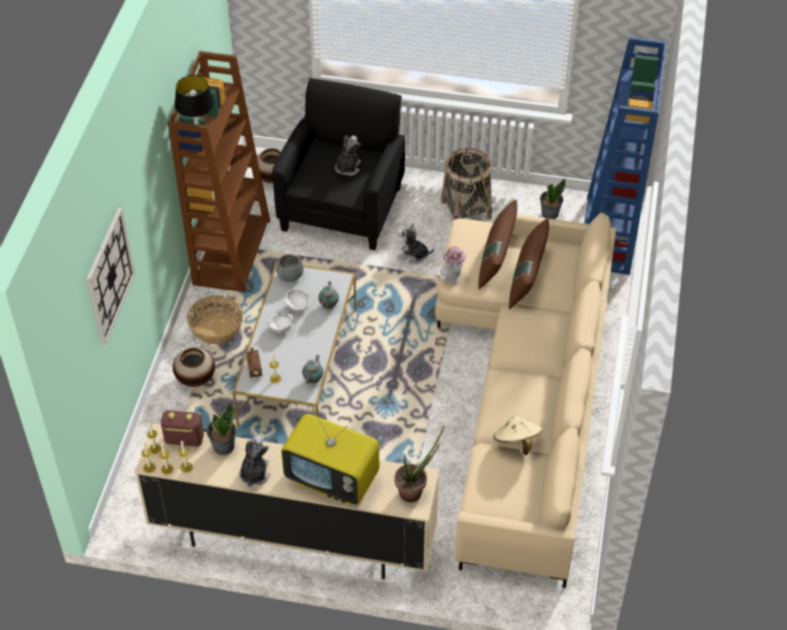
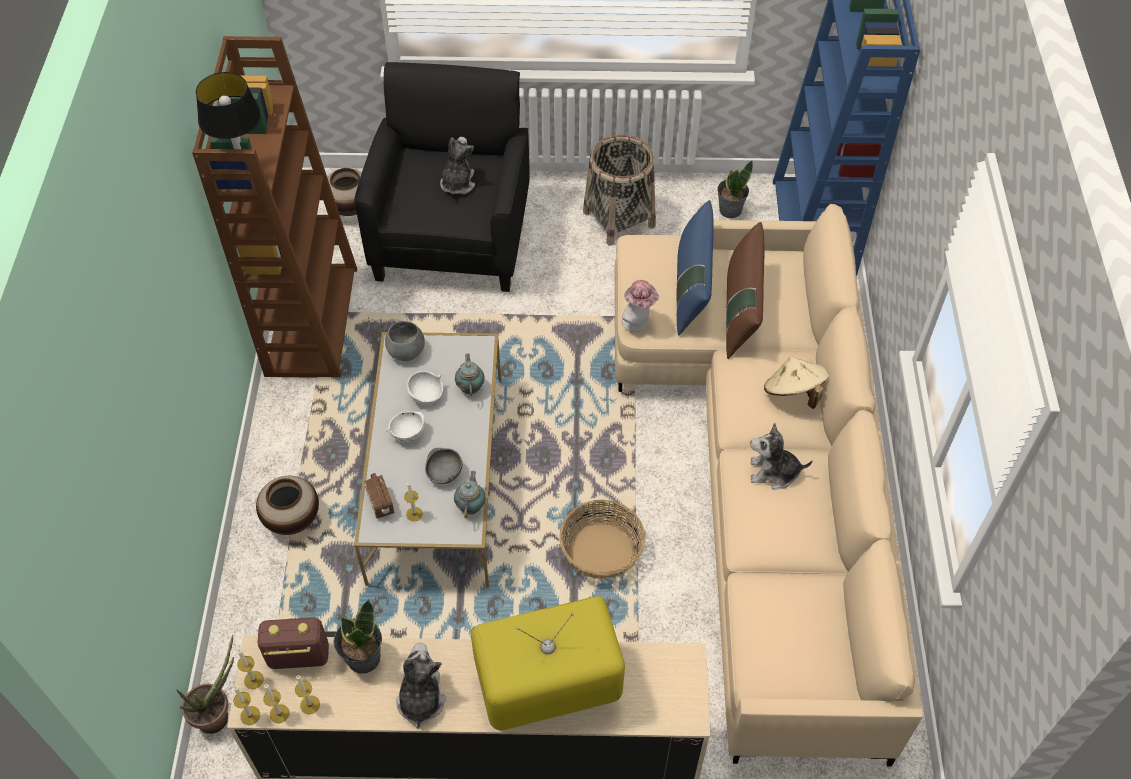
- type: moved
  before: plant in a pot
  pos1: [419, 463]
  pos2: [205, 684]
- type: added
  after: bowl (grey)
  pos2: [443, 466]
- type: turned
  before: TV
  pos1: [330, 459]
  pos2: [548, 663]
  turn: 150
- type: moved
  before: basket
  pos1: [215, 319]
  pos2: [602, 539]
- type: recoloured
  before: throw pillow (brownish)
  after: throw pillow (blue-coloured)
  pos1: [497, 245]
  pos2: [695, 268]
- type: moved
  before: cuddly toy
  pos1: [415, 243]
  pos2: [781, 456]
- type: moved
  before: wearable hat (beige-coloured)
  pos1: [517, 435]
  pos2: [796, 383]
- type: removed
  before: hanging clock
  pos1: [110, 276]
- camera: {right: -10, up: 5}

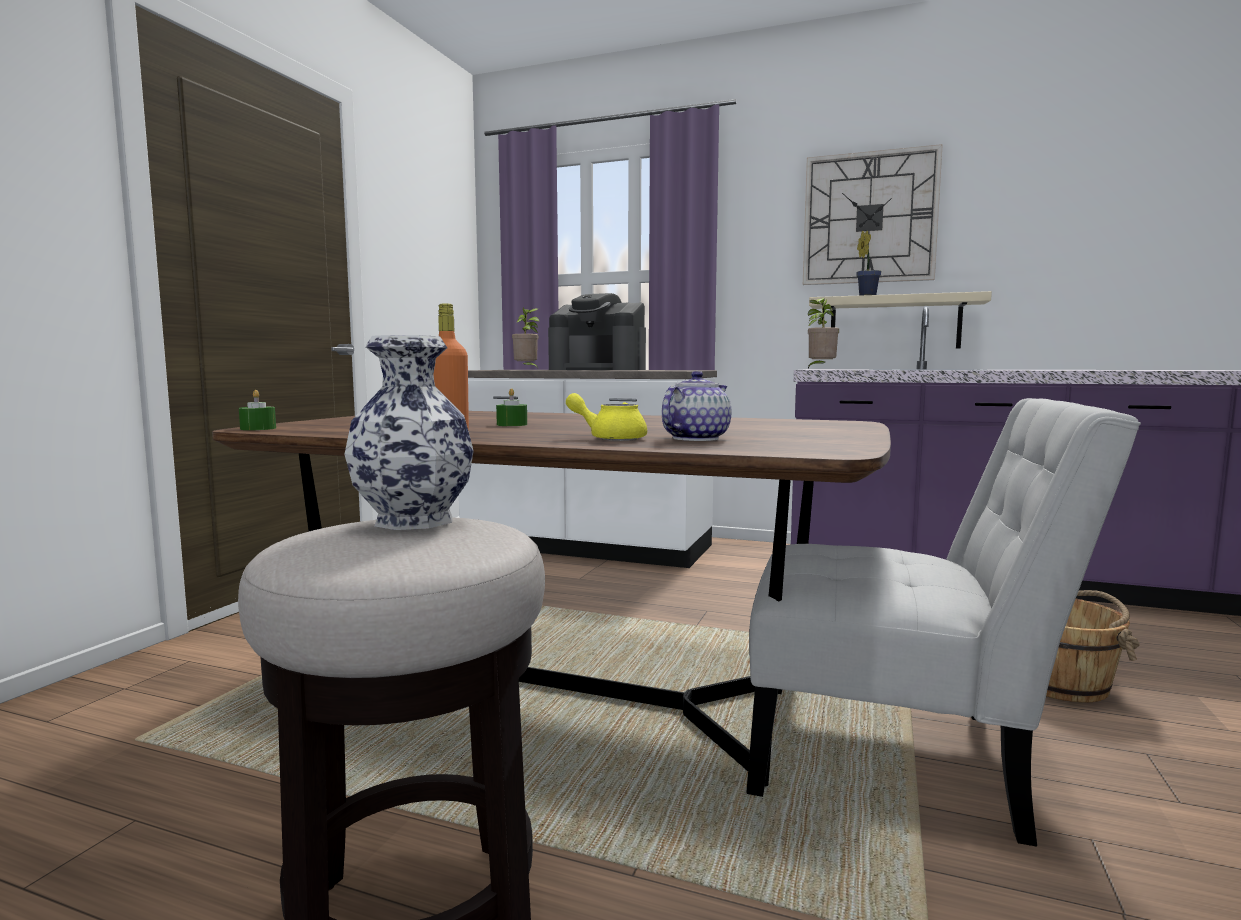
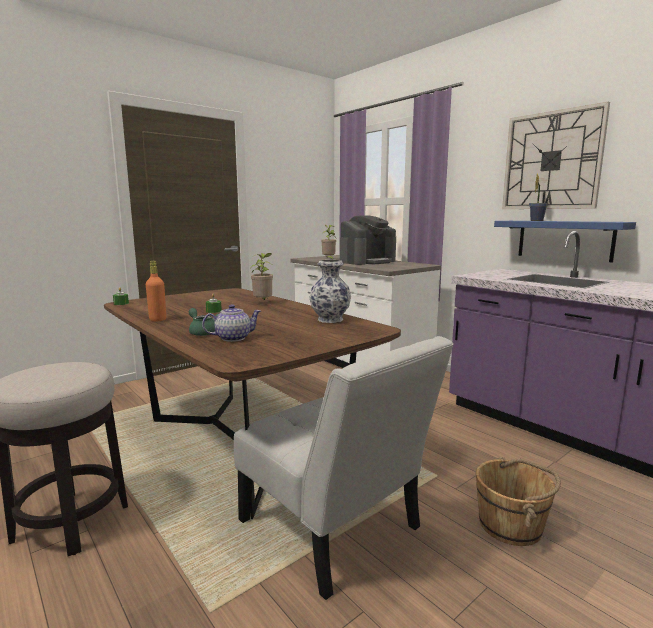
- type: recoloured
  before: tea pot (yellow-coloured)
  after: tea pot (green)
  pos1: [606, 417]
  pos2: [204, 322]
- type: moved
  before: plant in a pot
  pos1: [823, 333]
  pos2: [262, 276]
- type: moved
  before: vase
  pos1: [409, 432]
  pos2: [330, 291]
- type: turned
  before: coffee brewer
  pos1: [597, 331]
  pos2: [368, 240]
  turn: -90
- type: recoloured
  before: bracket shelf (beige-coloured)
  after: bracket shelf (blue-coloured)
  pos1: [900, 320]
  pos2: [565, 241]
- camera: {right: 30, up: 5}

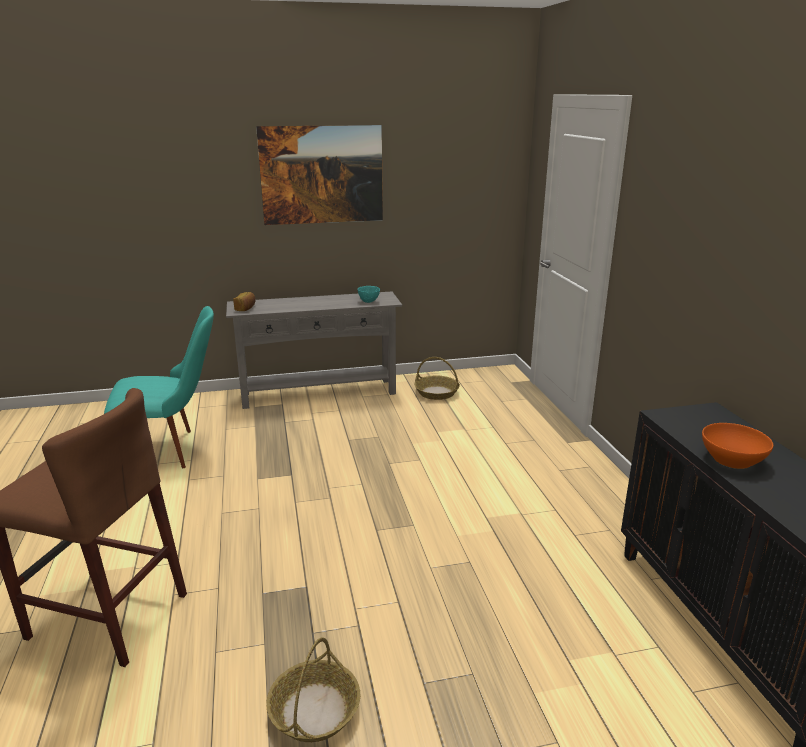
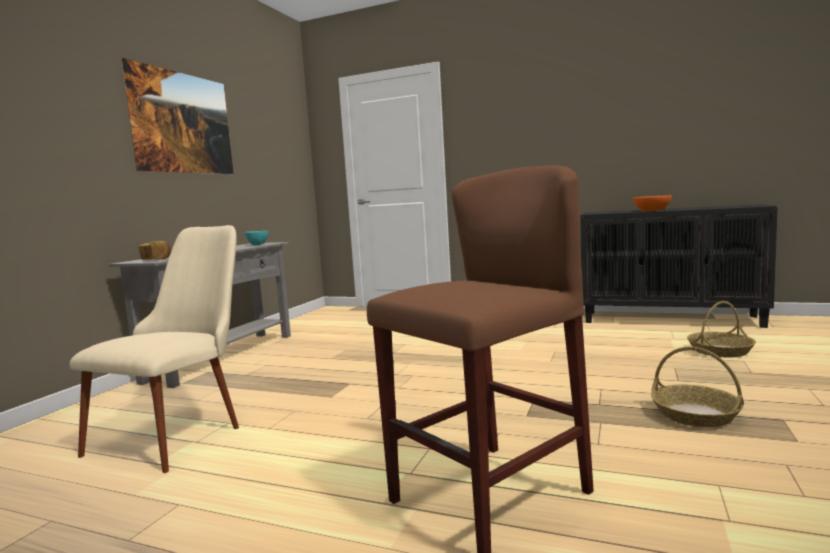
- type: recoloured
  before: upright chair (turquoise)
  after: upright chair (beige-coloured)
  pos1: [159, 387]
  pos2: [154, 349]
- type: moved
  before: basket
  pos1: [437, 378]
  pos2: [721, 329]
- camera: {right: -55, up: -15}

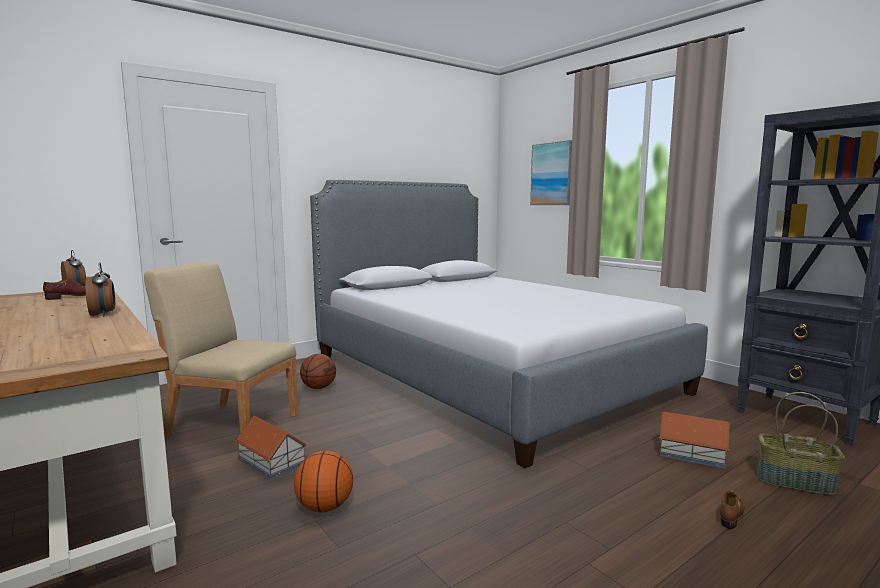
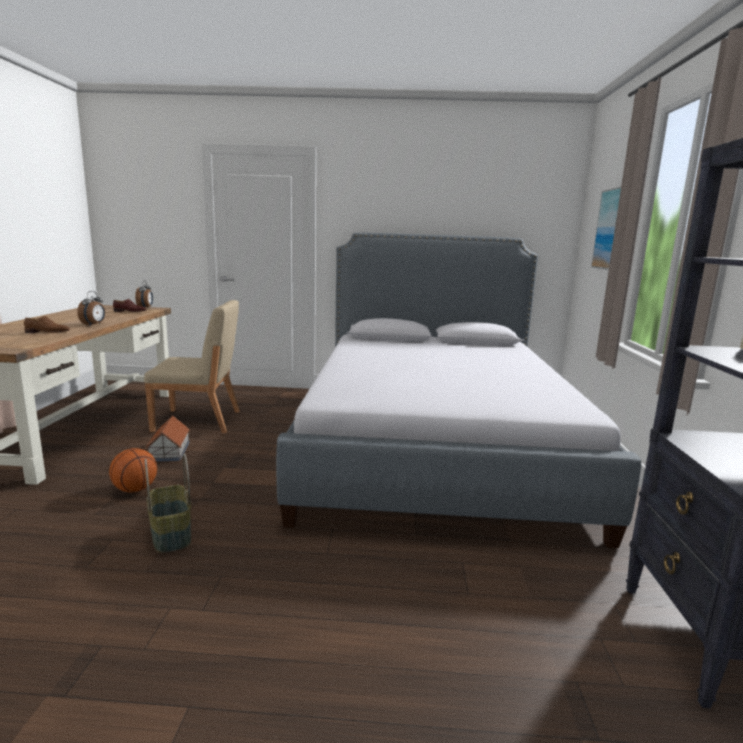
- type: moved
  before: item of footwear (brownish)
  pos1: [732, 510]
  pos2: [47, 324]
- type: turned
  before: upright chair (beige-coloured)
  pos1: [221, 349]
  pos2: [192, 366]
  turn: 120
- type: moved
  before: basket
  pos1: [800, 443]
  pos2: [168, 503]
- type: removed
  before: ball for basketball
  pos1: [318, 371]
- type: removed
  before: toy house
  pos1: [694, 440]
- camera: {right: 40, up: 5}

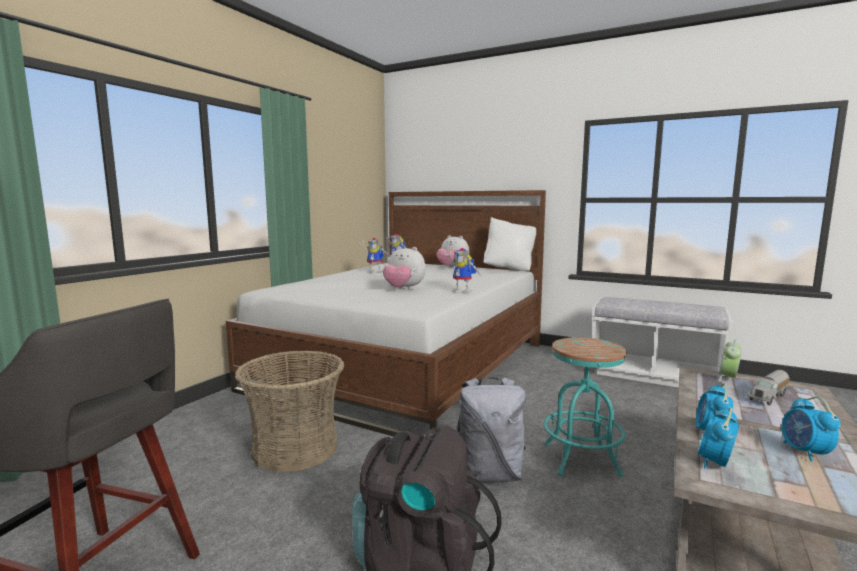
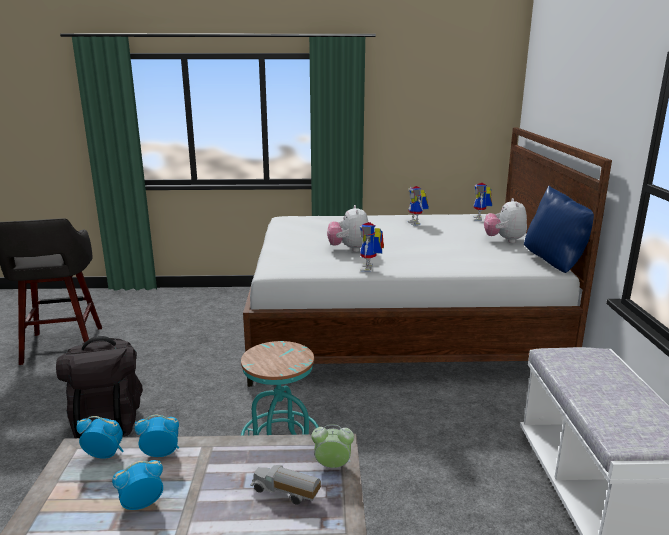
- type: recoloured
  before: throw pillow (white-coloured)
  after: throw pillow (blue-coloured)
  pos1: [510, 244]
  pos2: [564, 229]
- type: removed
  before: basket
  pos1: [289, 411]
- type: removed
  before: knapsack (grey)
  pos1: [491, 429]
- camera: {right: 60, up: 10}

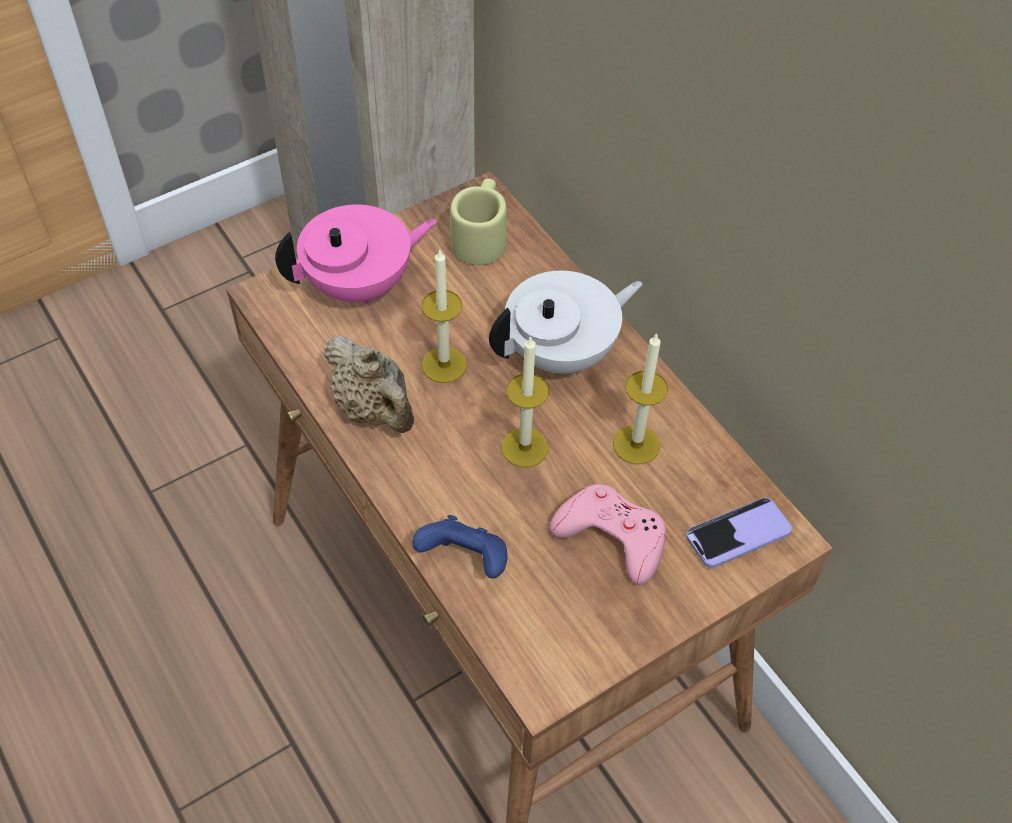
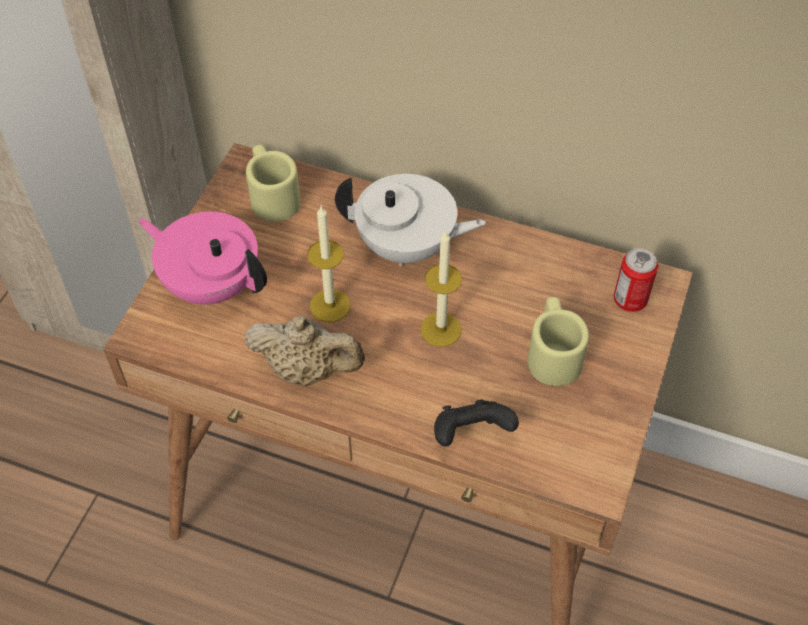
- type: turned
  before: tea pot (pinkish)
  pos1: [356, 255]
  pos2: [203, 258]
  turn: -90
- type: turned
  before: tea pot (white-coloured)
  pos1: [566, 323]
  pos2: [410, 220]
  turn: 75
- type: recoloured
  before: joypad (blue-coloured)
  after: joypad (black)
  pos1: [460, 546]
  pos2: [476, 423]
- type: replaced
  before: joypad (pinkish)
  after: mug (beige-coloured)
  pos1: [608, 534]
  pos2: [558, 341]
- type: replaced
  before: telephone
  after: sealed can
  pos1: [739, 533]
  pos2: [636, 280]
- type: removed
  before: wax candle
  pos1: [640, 398]
- camera: {right: -35, up: 0}

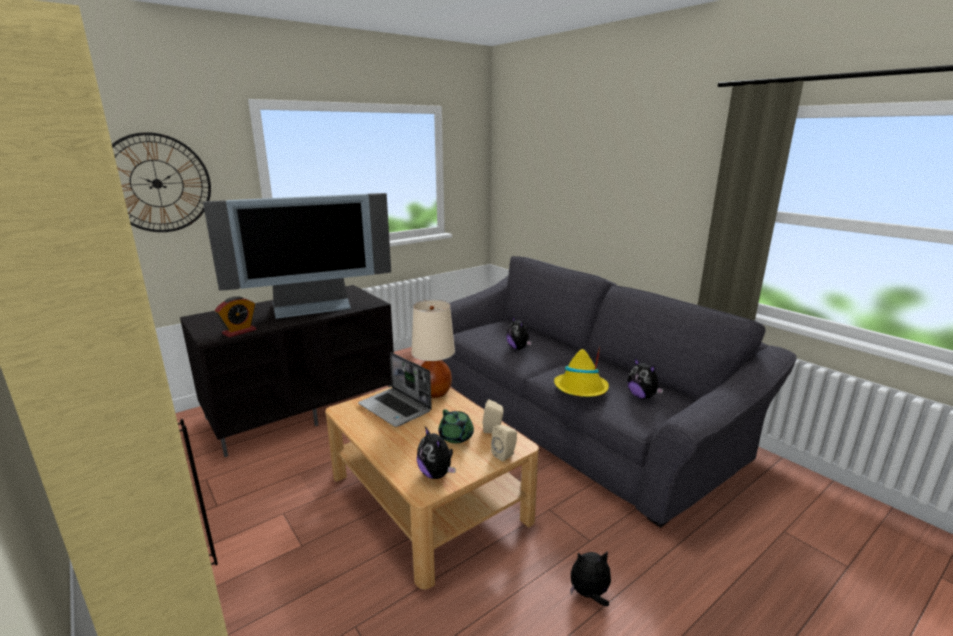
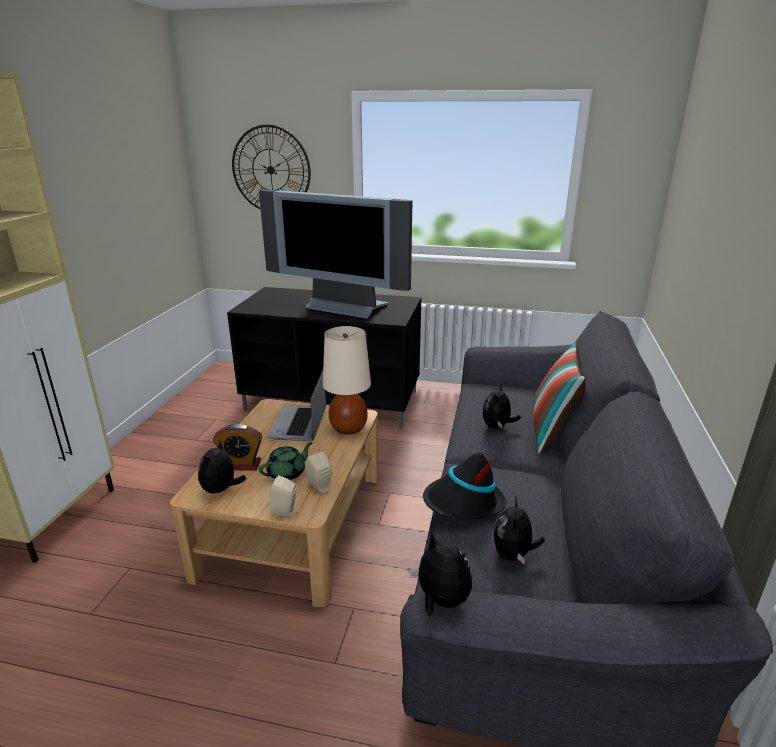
- type: moved
  before: table clock
  pos1: [235, 317]
  pos2: [238, 447]
- type: turned
  before: tea pot (green)
  pos1: [456, 426]
  pos2: [285, 461]
  turn: -150
- type: moved
  before: cuddly toy
  pos1: [590, 578]
  pos2: [440, 574]
- type: recoloured
  before: wearable hat (yellow-coloured)
  after: wearable hat (black)
  pos1: [581, 371]
  pos2: [464, 486]
- type: added
  after: throw pillow
  pos2: [559, 397]
- camera: {right: 50, up: 5}

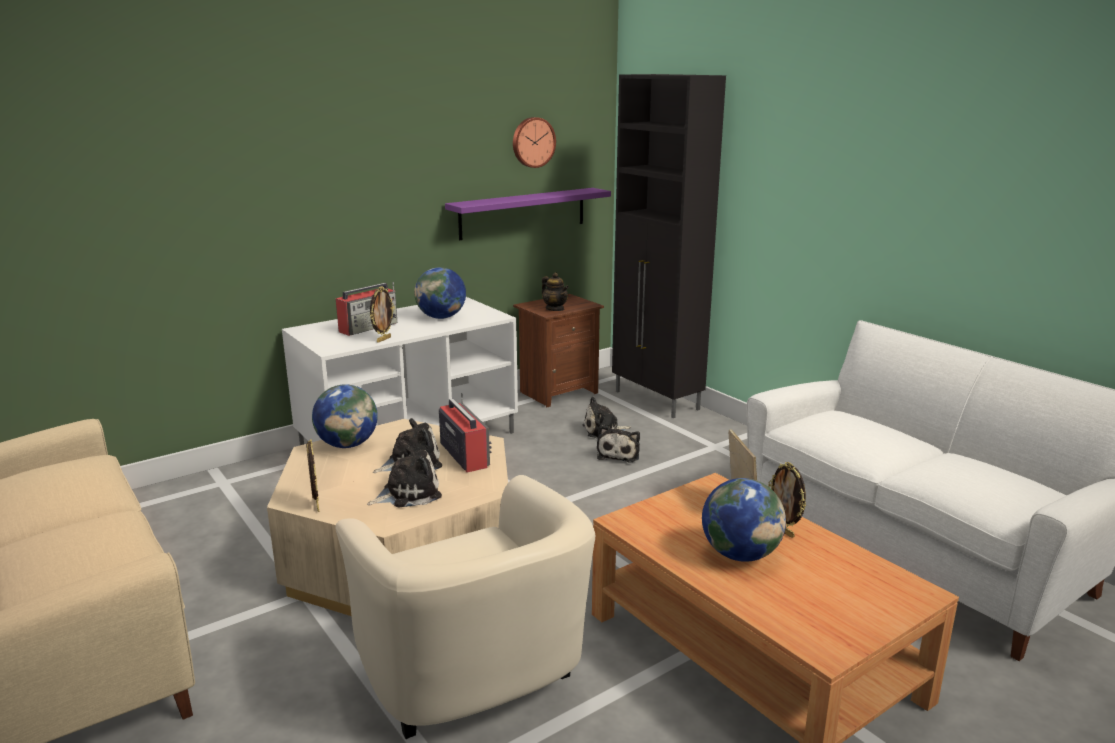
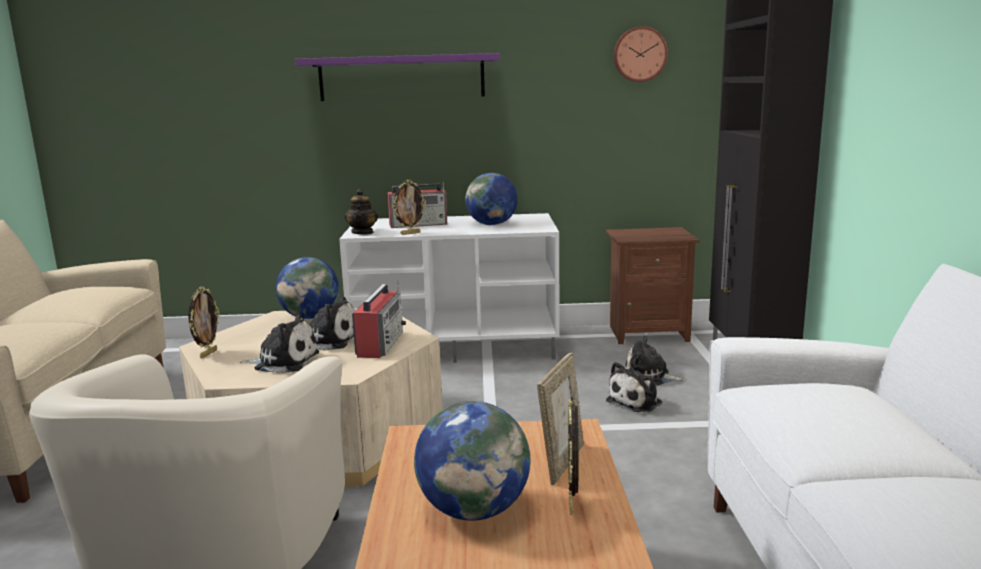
- type: moved
  before: bracket shelf (purple-coloured)
  pos1: [528, 214]
  pos2: [397, 77]
- type: moved
  before: tea pot
  pos1: [555, 291]
  pos2: [361, 212]
- camera: {right: 35, up: -5}

